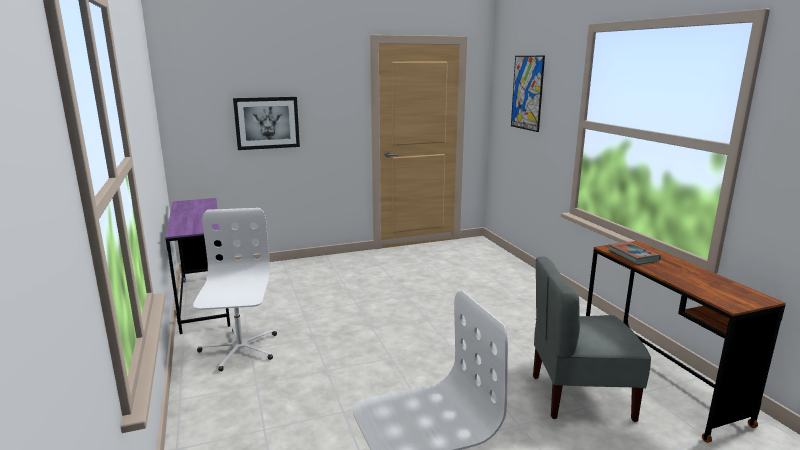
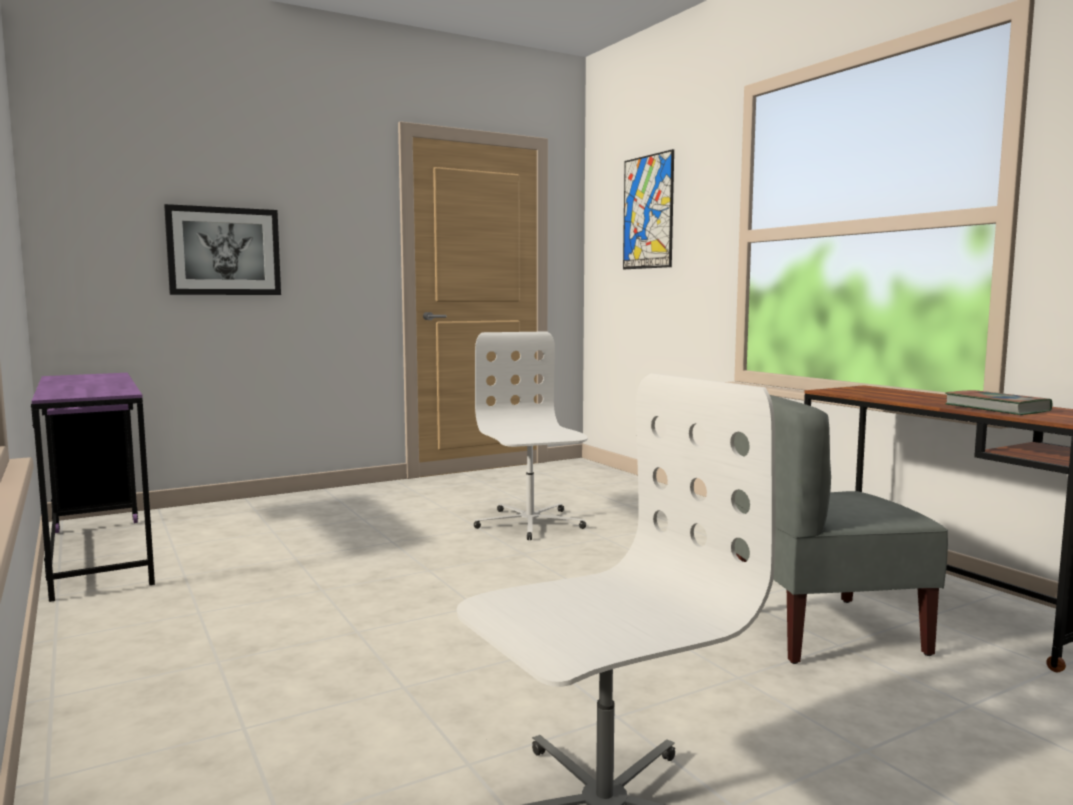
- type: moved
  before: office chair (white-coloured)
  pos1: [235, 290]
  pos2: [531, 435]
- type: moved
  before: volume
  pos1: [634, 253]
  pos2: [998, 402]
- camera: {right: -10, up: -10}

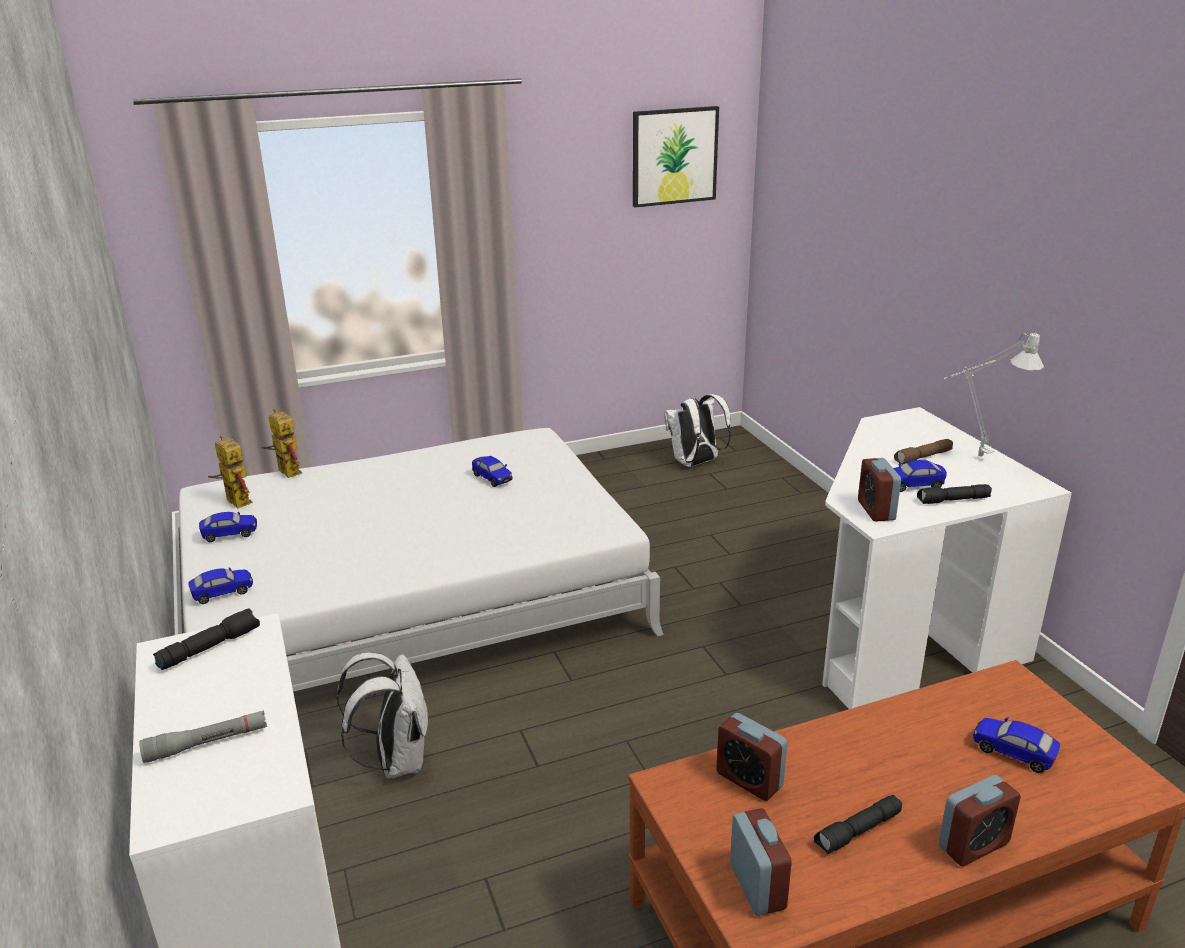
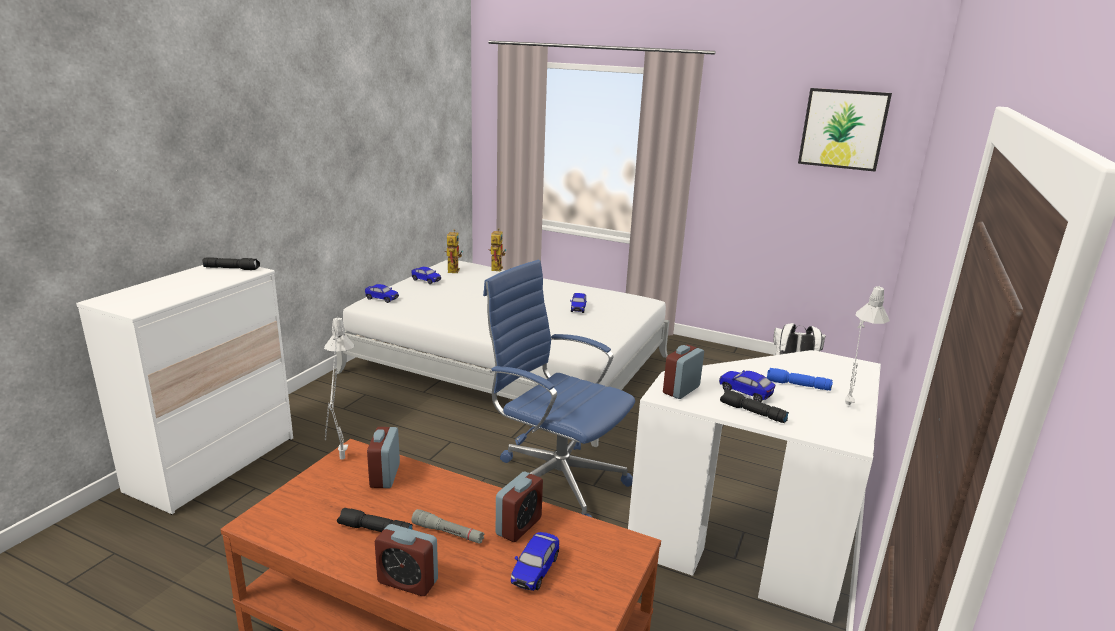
- type: added
  after: table lamp (grey)
  pos2: [339, 388]
- type: moved
  before: hand torch (grey)
  pos1: [203, 736]
  pos2: [447, 526]
- type: added
  after: office chair (blue-coloured)
  pos2: [559, 388]
- type: moved
  before: table clock
  pos1: [761, 862]
  pos2: [519, 506]
- type: turned
  before: miniature car
  pos1: [1016, 745]
  pos2: [535, 561]
  turn: -150
- type: recoloured
  before: hand torch (brownish)
  after: hand torch (blue-coloured)
  pos1: [923, 451]
  pos2: [800, 379]
- type: removed
  before: knapsack (white-coloured)
  pos1: [382, 715]
- camera: {right: 45, up: -5}

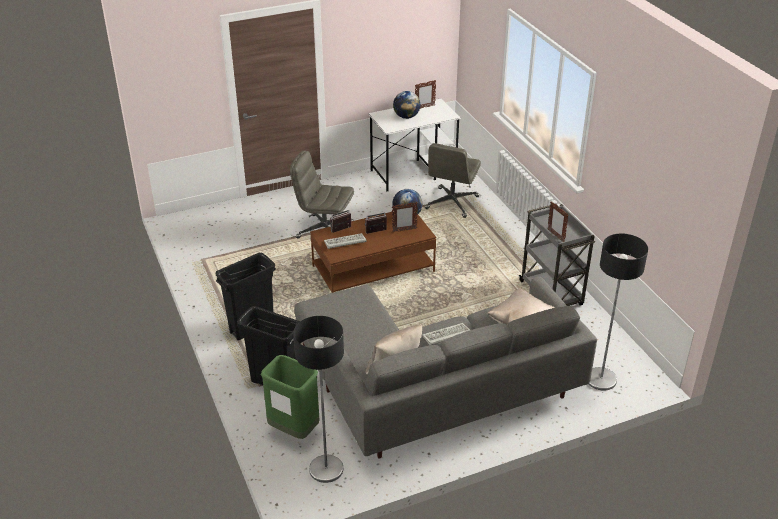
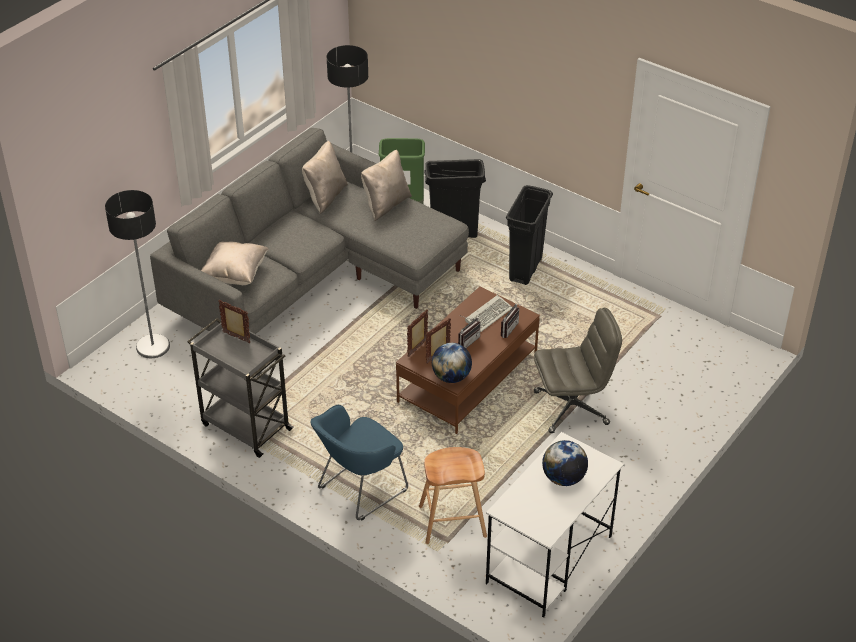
- type: added
  after: easy chair (blue-coloured)
  pos2: [359, 462]
- type: added
  after: throw pillow (beige-coloured)
  pos2: [386, 185]
- type: moved
  before: photo frame
  pos1: [425, 94]
  pos2: [417, 333]
- type: replaced
  before: office chair (grey)
  after: stool (brownish)
  pos1: [453, 180]
  pos2: [453, 495]
- type: removed
  before: keyboard
  pos1: [446, 334]
- camera: {right: 150, up: 5}

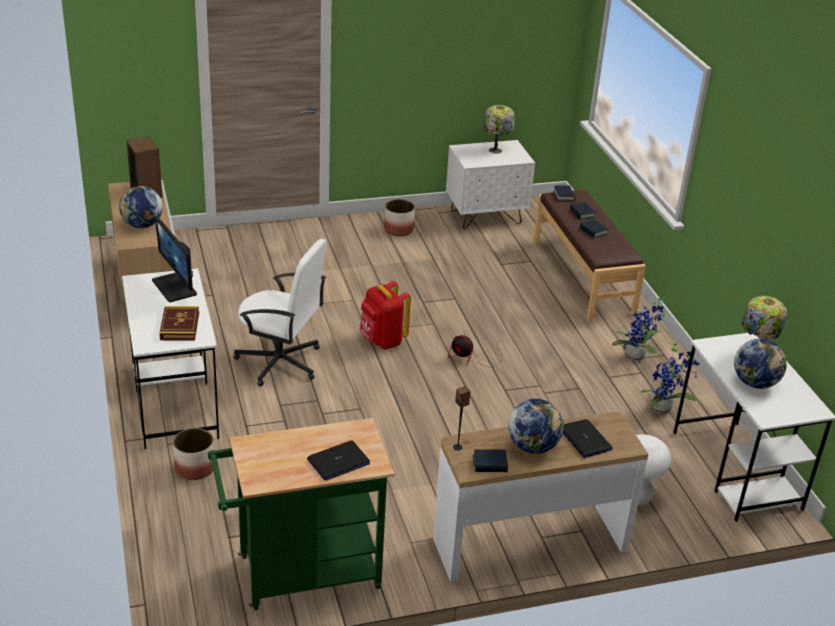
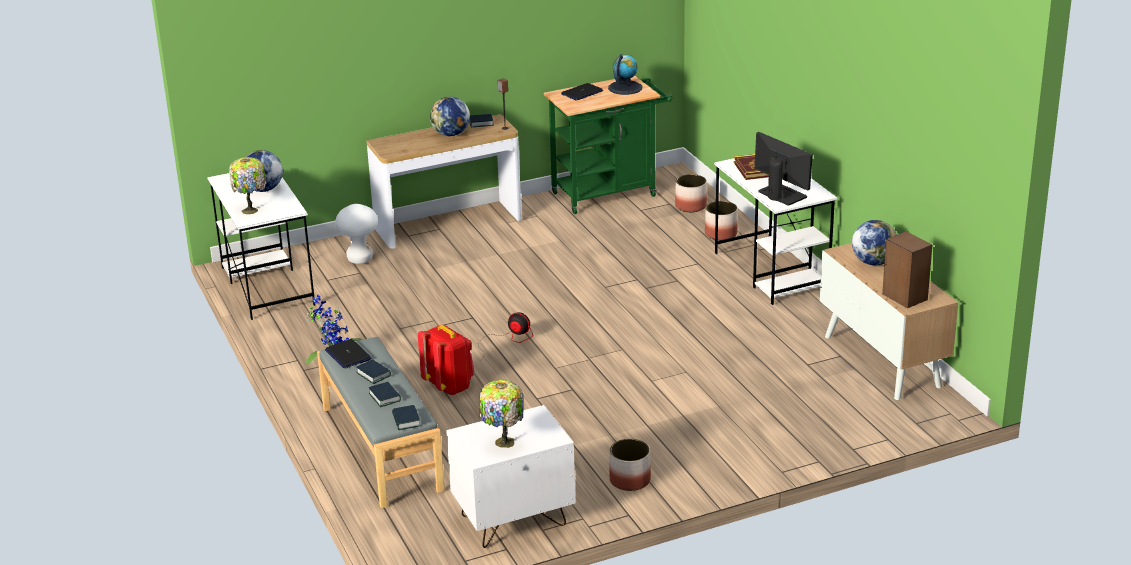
- type: recoloured
  before: indoor bench (brownish)
  after: indoor bench (grey)
  pos1: [589, 255]
  pos2: [381, 422]
- type: moved
  before: portable computer
  pos1: [588, 438]
  pos2: [348, 353]
- type: moved
  before: knapsack (red)
  pos1: [385, 315]
  pos2: [446, 360]
- type: added
  after: world globe
  pos2: [625, 74]
- type: added
  after: planter
  pos2: [691, 193]
- type: removed
  before: office chair (white-coloured)
  pos1: [280, 312]
- type: removed
  before: plant in a pot
  pos1: [671, 377]
- camera: {right: 175, up: -5}

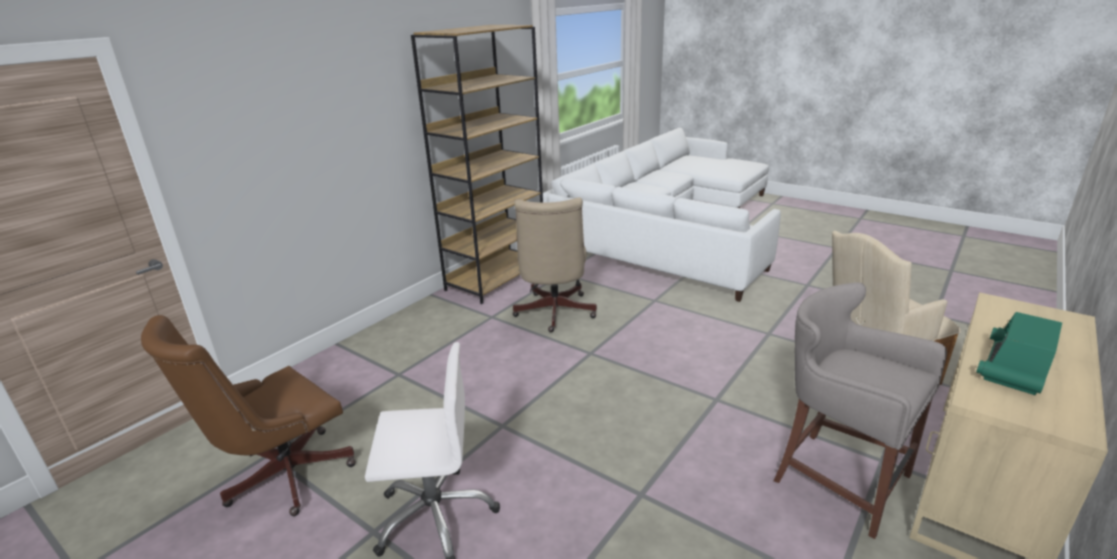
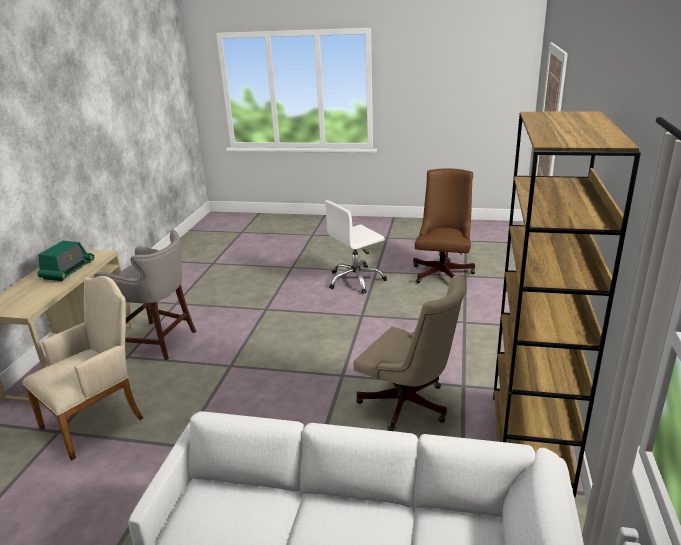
- type: turned
  before: office chair (beige-coloured)
  pos1: [554, 264]
  pos2: [409, 353]
  turn: 150
- camera: {right: 155, up: 0}

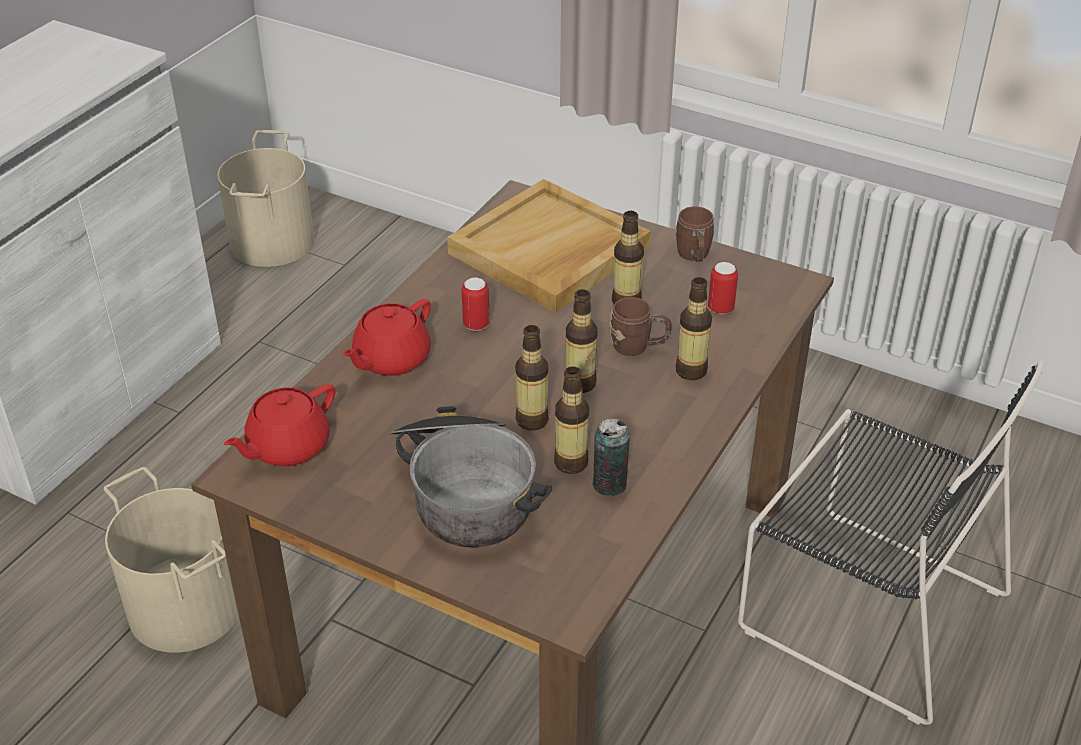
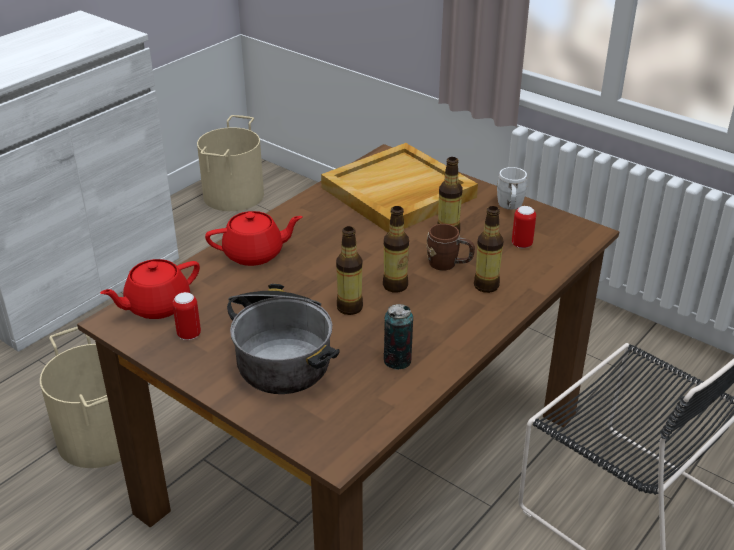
- type: moved
  before: sealed can
  pos1: [476, 304]
  pos2: [186, 316]
- type: turned
  before: tea pot (red)
  pos1: [386, 337]
  pos2: [254, 238]
  turn: -150
- type: recoloured
  before: mug (brownish)
  after: mug (white-coloured)
  pos1: [694, 234]
  pos2: [511, 188]
- type: removed
  before: beverage bottle
  pos1: [571, 420]
- camera: {right: 10, up: -5}

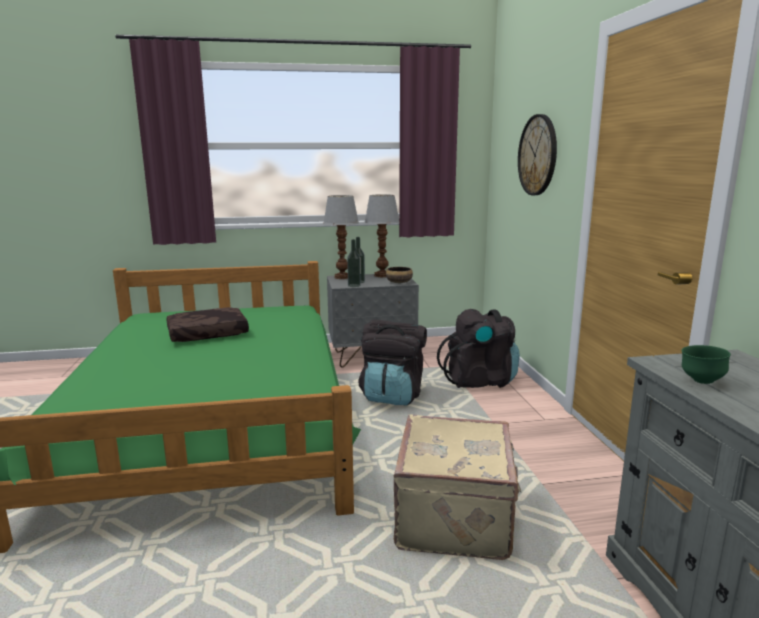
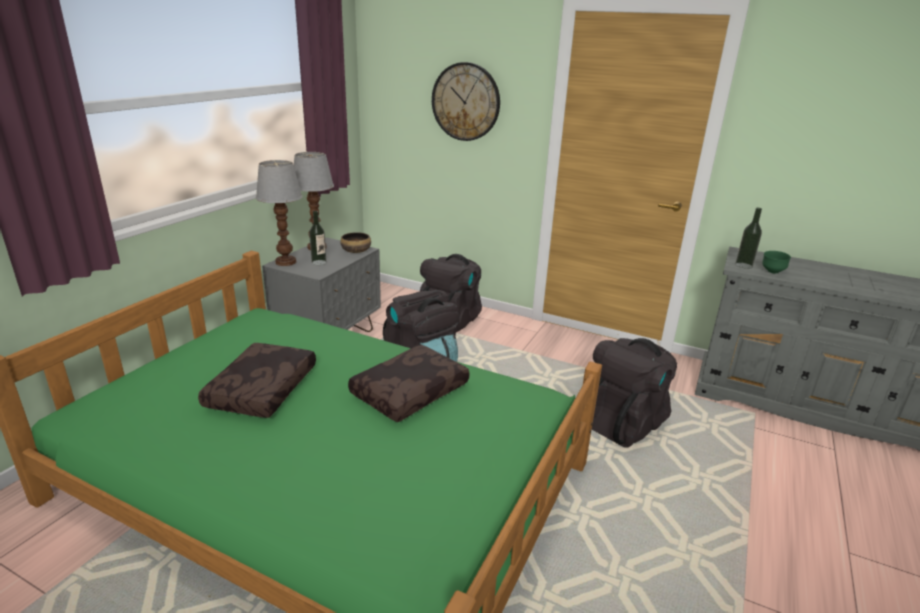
- type: added
  after: throw pillow (brownish)
  pos2: [408, 383]
- type: replaced
  before: piece of luggage (beige-coloured)
  after: knapsack (black)
  pos1: [457, 487]
  pos2: [634, 393]
- type: moved
  before: beverage bottle
  pos1: [354, 263]
  pos2: [748, 238]
- camera: {right: -55, up: 10}

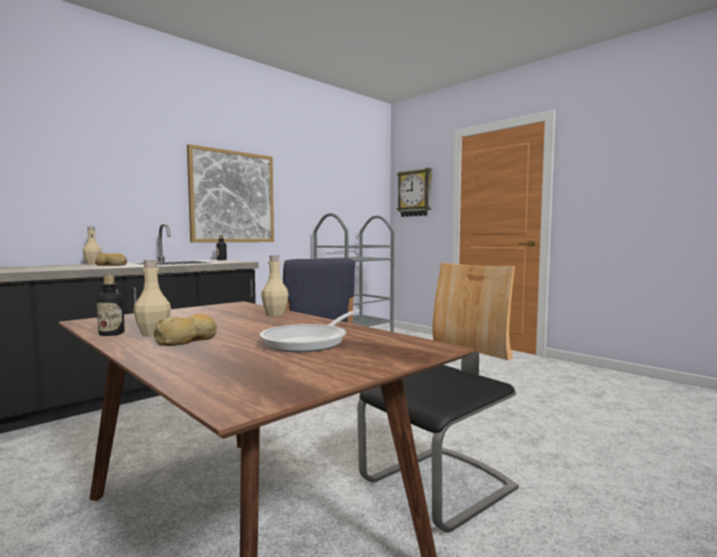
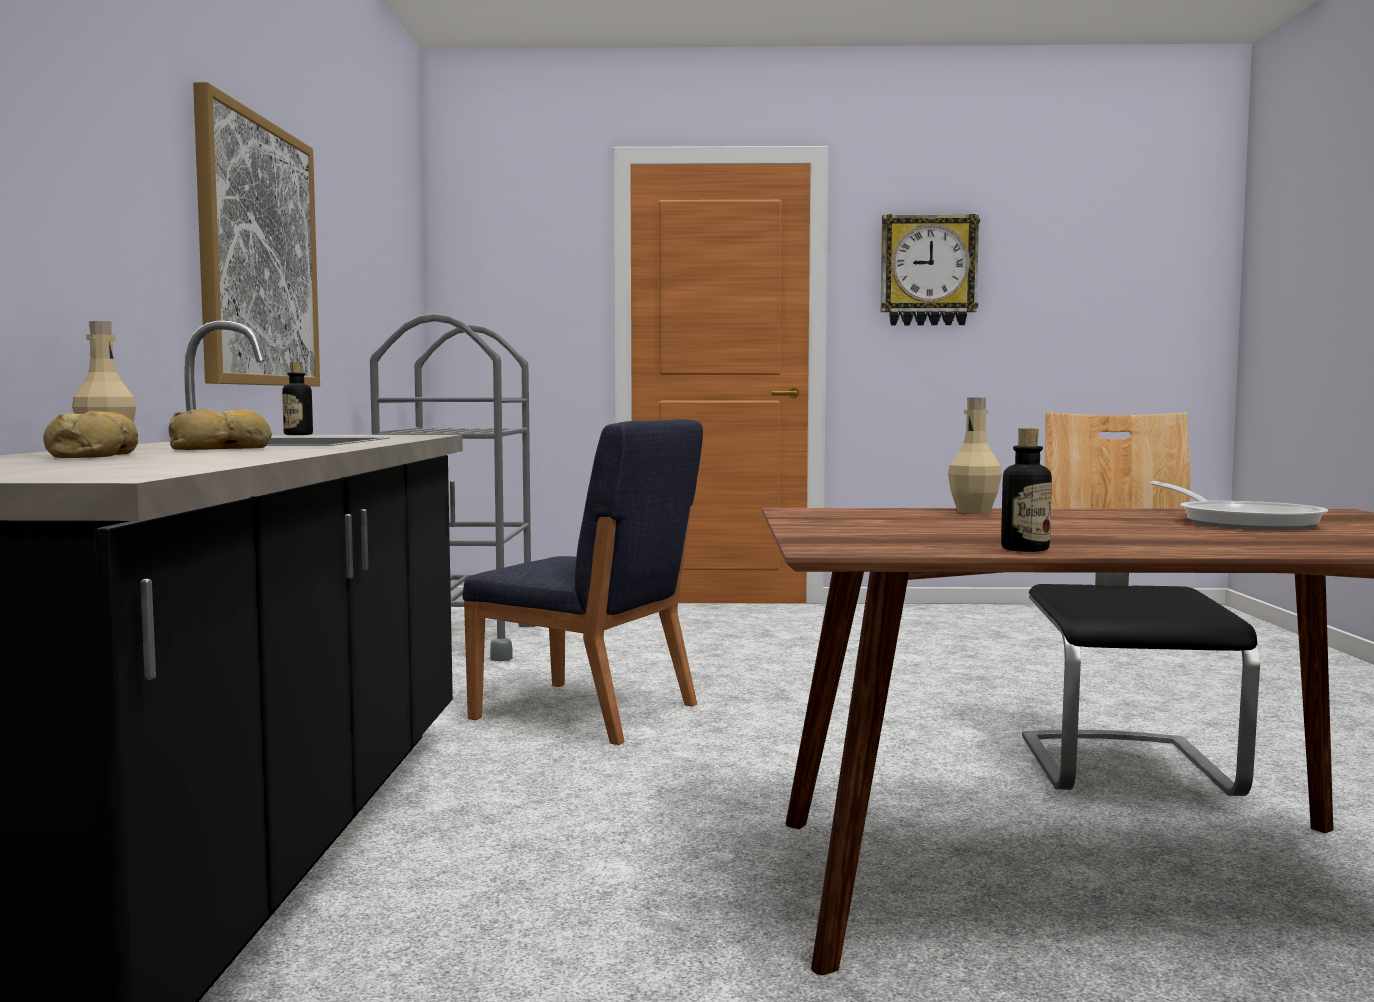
- type: moved
  before: bread
  pos1: [185, 330]
  pos2: [90, 434]
- type: moved
  before: hanging clock
  pos1: [414, 192]
  pos2: [930, 269]
- type: removed
  before: beverage bottle (beige-coloured)
  pos1: [152, 298]
- camera: {right: -45, up: 0}

